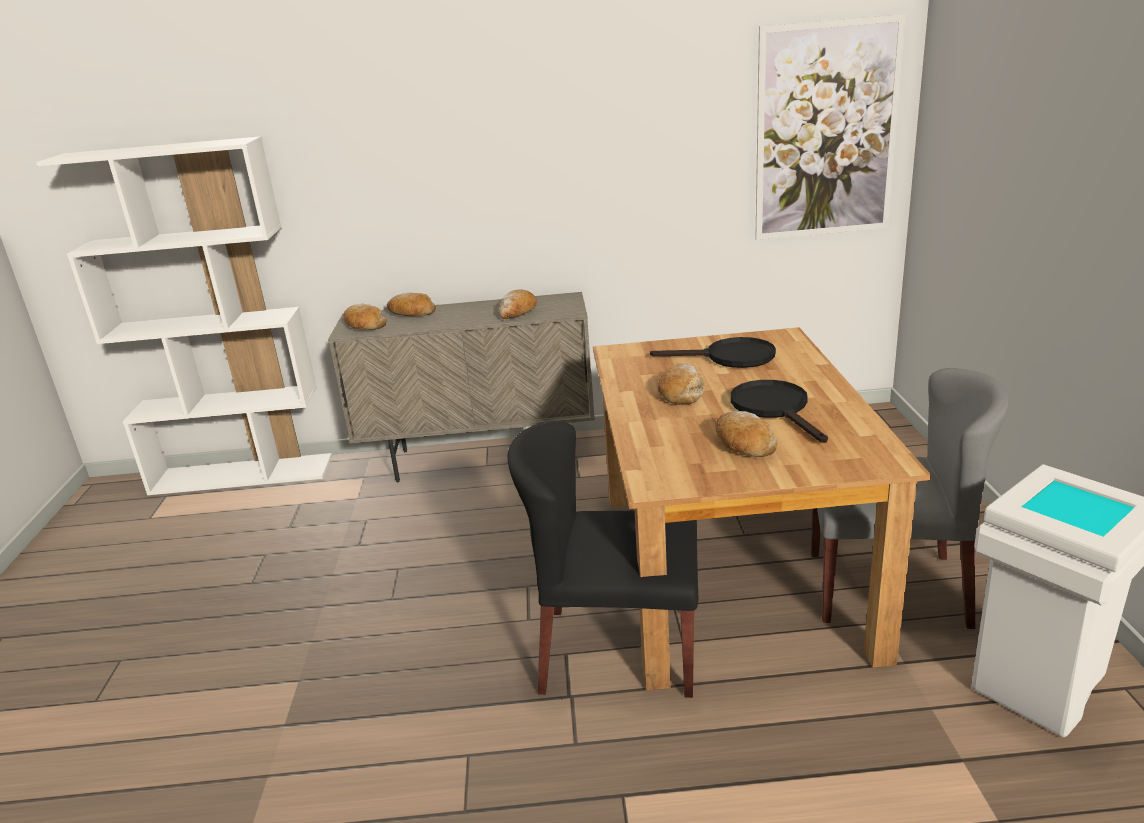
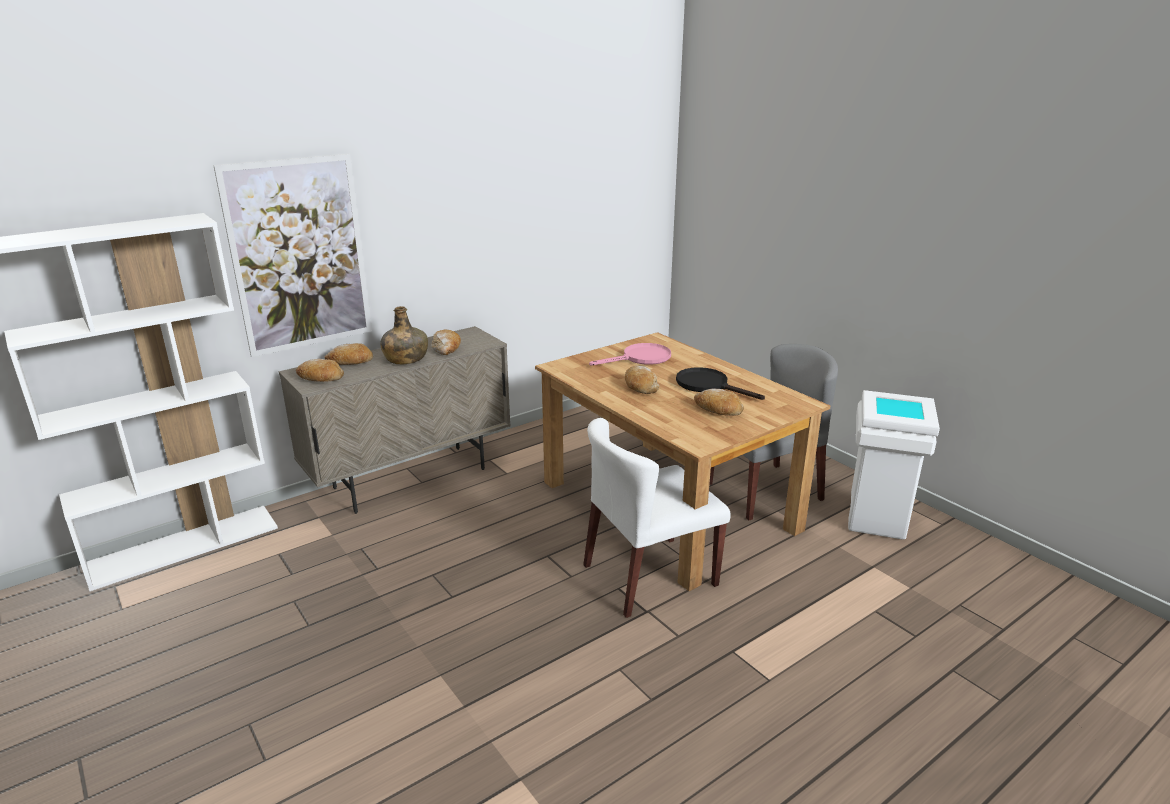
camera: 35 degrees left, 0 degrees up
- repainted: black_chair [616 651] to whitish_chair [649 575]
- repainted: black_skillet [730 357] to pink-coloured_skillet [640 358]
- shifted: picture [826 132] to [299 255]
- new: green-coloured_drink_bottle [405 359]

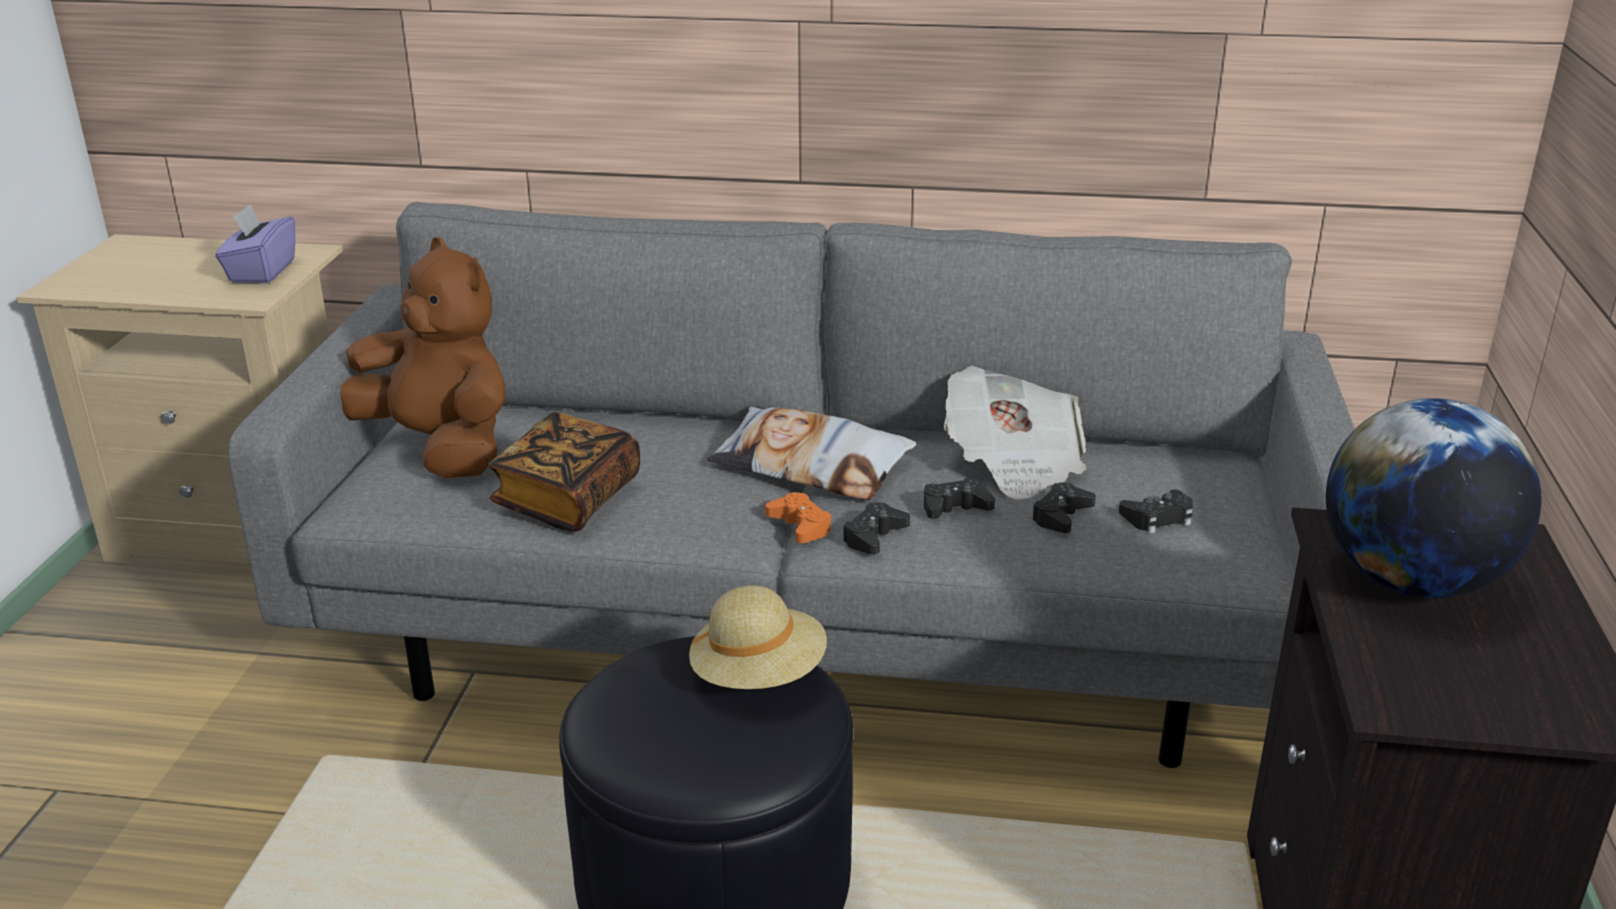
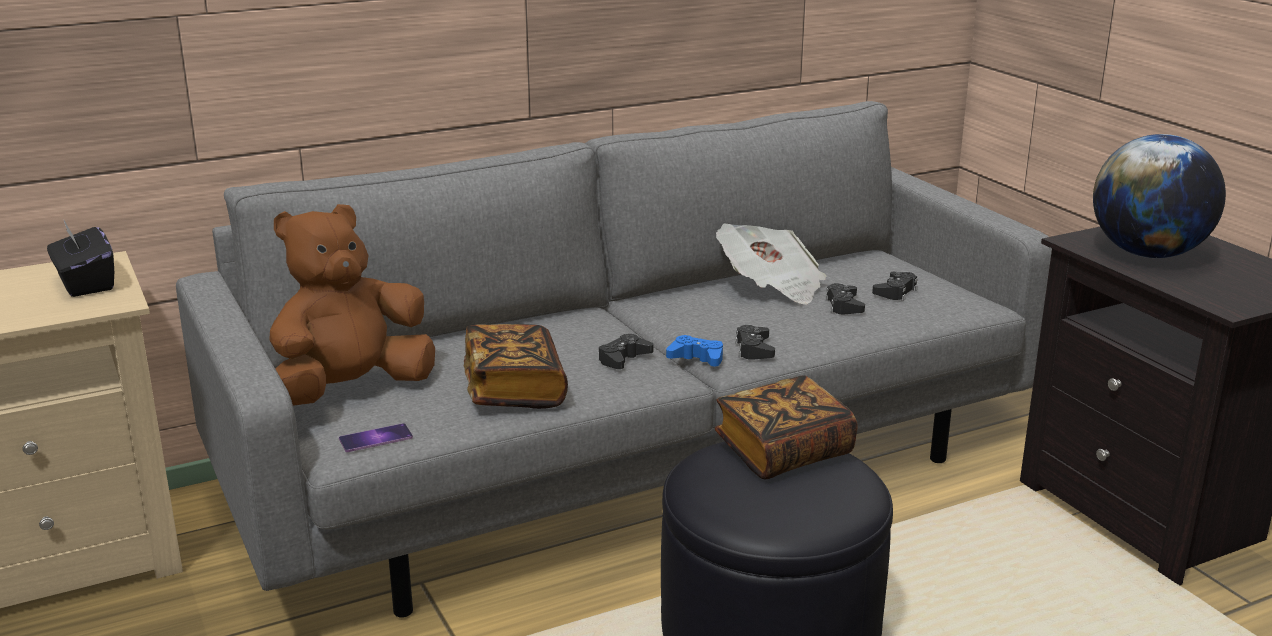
camera: 35 degrees left, 5 degrees down
- repainted: purplish_box_of_tissues [261 271] to black_box_of_tissues [85 283]
- rotated: brown-coloured_cuddly_toy [440 447] = [350 391] 45 degrees counterclockwise
- swapped: beige-coloured_hat [759 675] to book [783 452]
- gone: cushion [811 465]
- repainted: orangey_gamepad [800 526] to bluish_gamepad [697 358]
- shifted: black_gamepad [955 507] to [624 358]
- new: telephone [376 438]

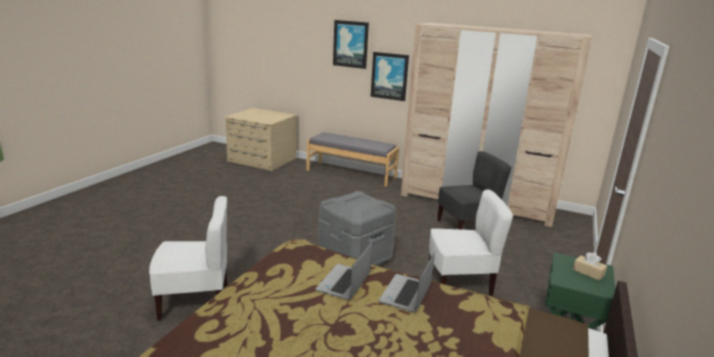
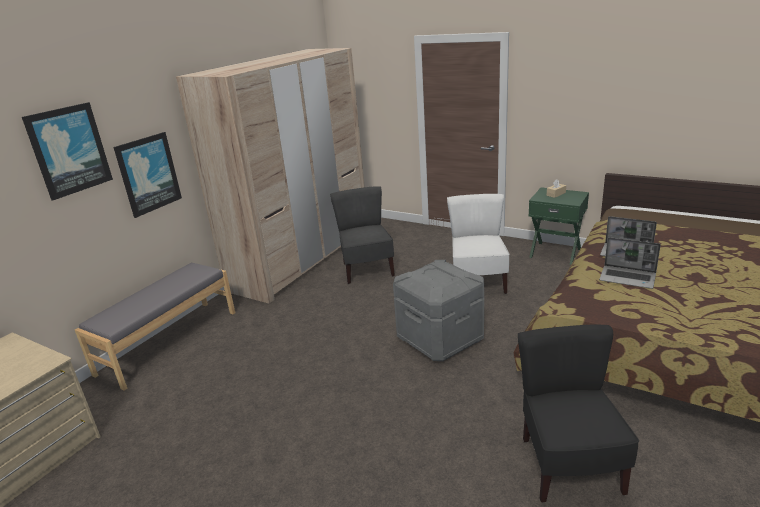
camera: 80 degrees left, 5 degrees up
- repainted: whitish_chair [195 300] to black_chair [568 465]

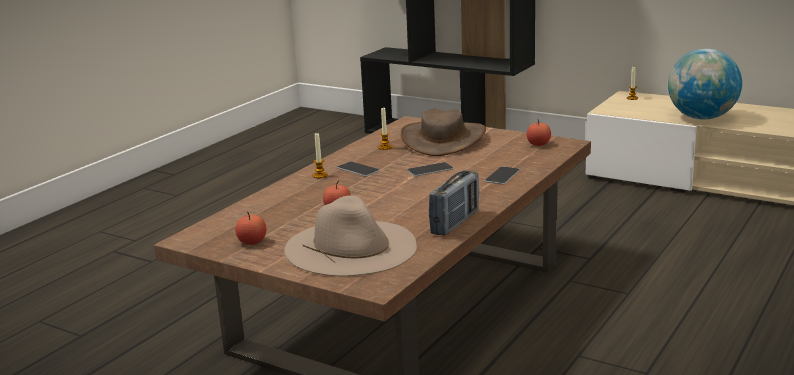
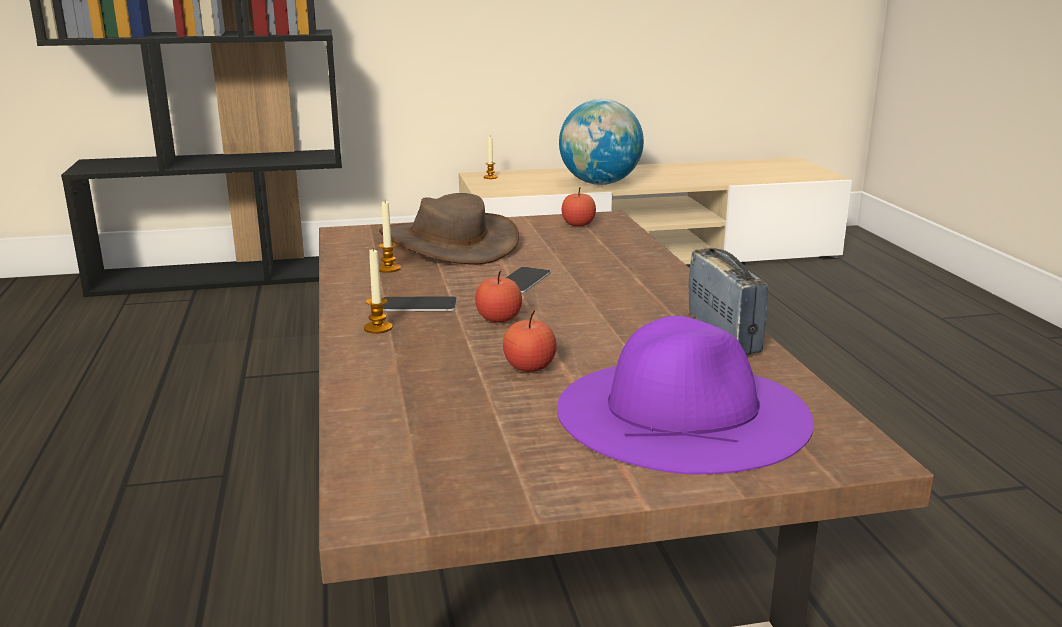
camera: 45 degrees left, 0 degrees up
- shifted: apple_fruit [252 242] to [498 319]
- repainted: beige-coloured_hat [351 247] to purplish_hat [682 411]
- gone: telephone [502 176]

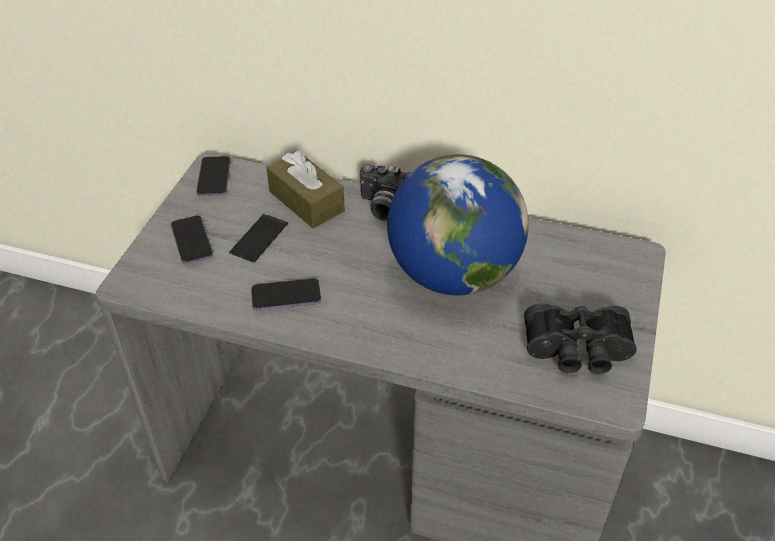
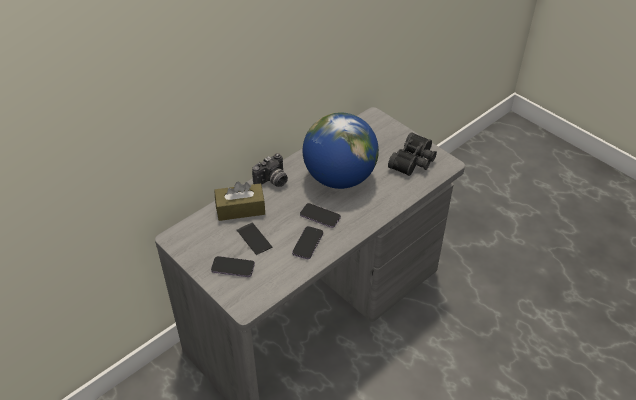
camera: 60 degrees left, 0 degrees up
- shifted: telephone [214 178] to [320 216]

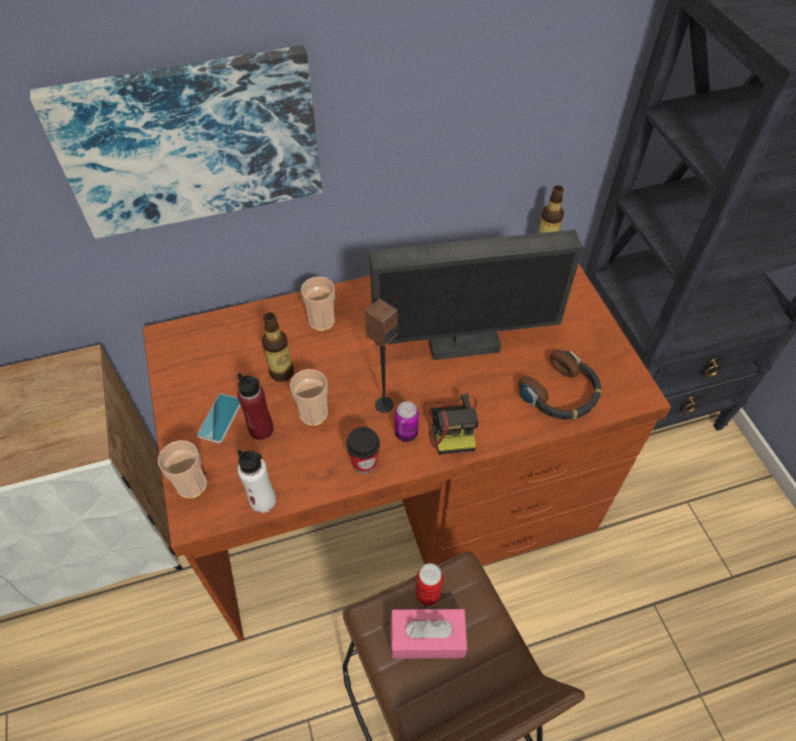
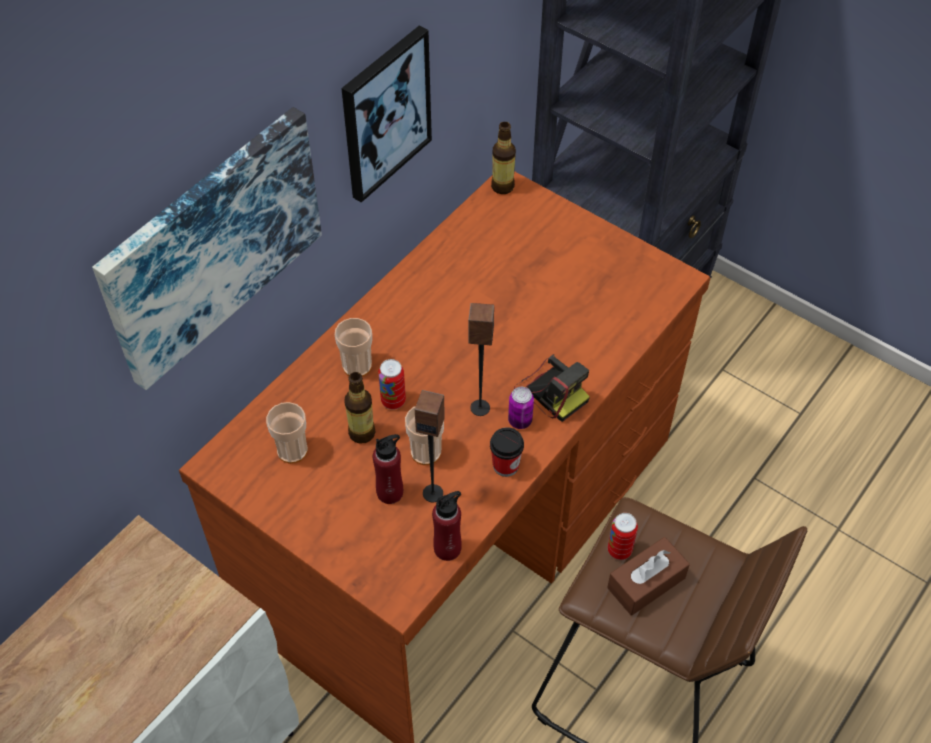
camera: 35 degrees left, 0 degrees up
- shifted: small_cup [192 485] to [292 450]
- gone: telephone [220 418]
- repainted: whitish_drink_bottle [263 500] to reddish_drink_bottle [447 548]
- gone: computer_display [463 345]
- repainted: pink-coloured_box_of_tissues [427 638] to brown-coloured_box_of_tissues [646 583]
- gone: headphones [561 394]
- new: picture [385 113]
- new: sealed_can [393 401]
- new: speaker [433 493]

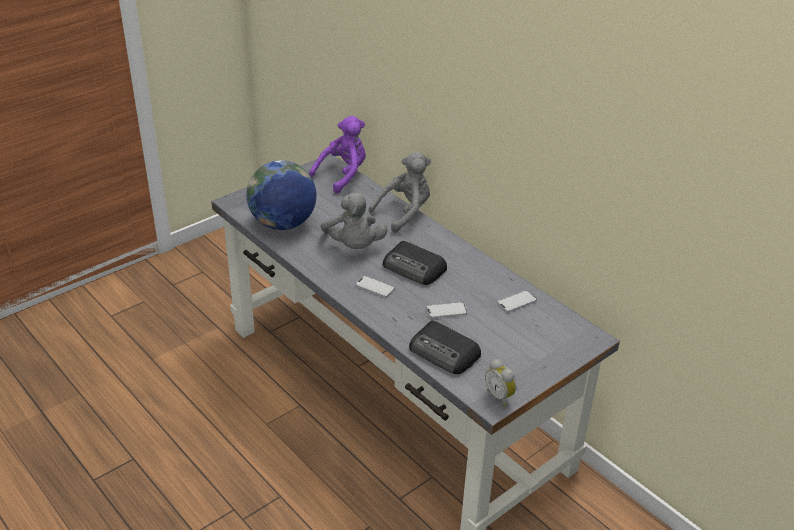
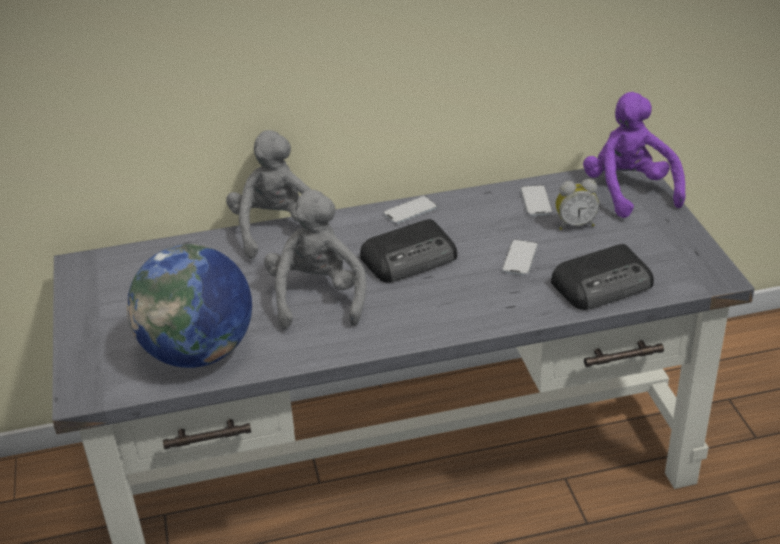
camera: 60 degrees left, 0 degrees up
- shifted: purplish_cuddly_toy [343 175] to [629 191]
- rotated: greyish_cuddly_toy [354 246] = [318 297] 105 degrees counterclockwise
- shifted: telephone [375 287] to [410 211]
- shifted: table_clock [500 396] to [575 224]

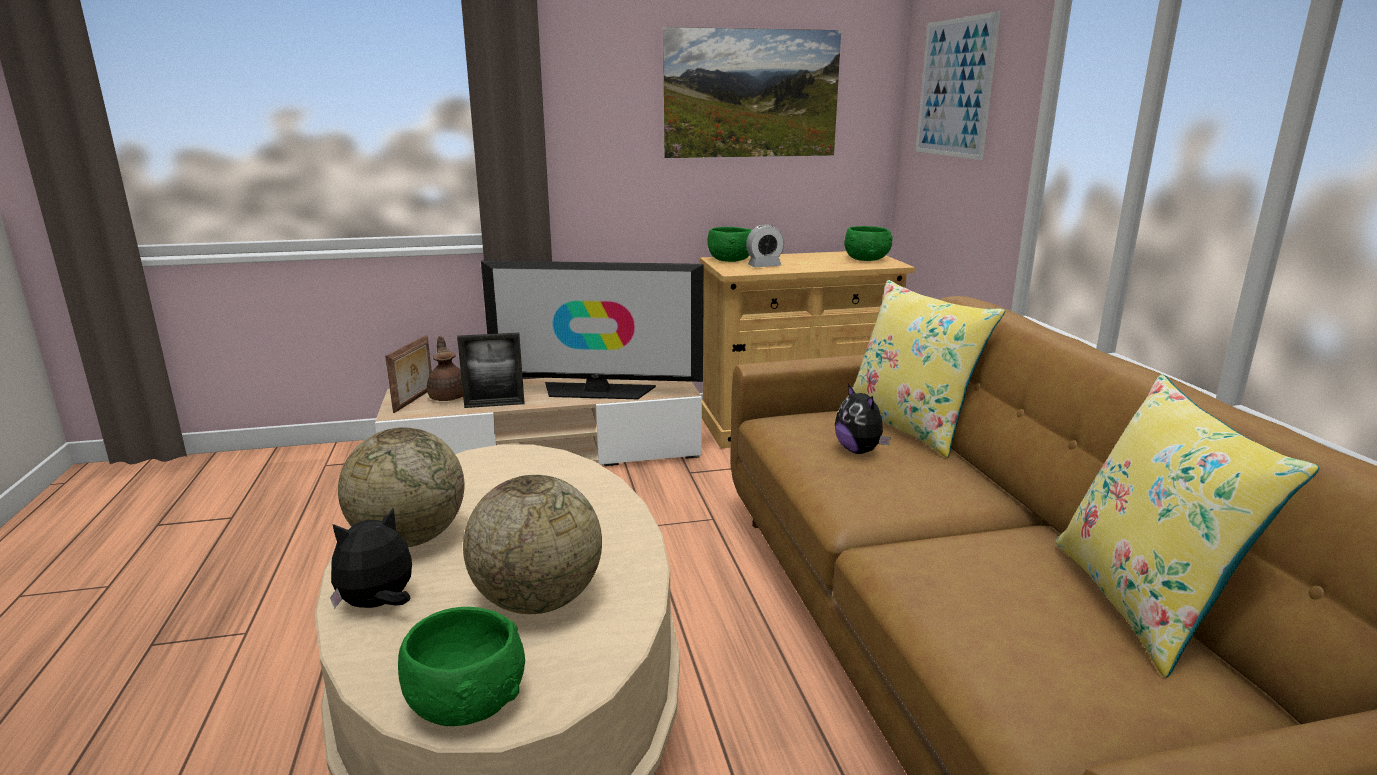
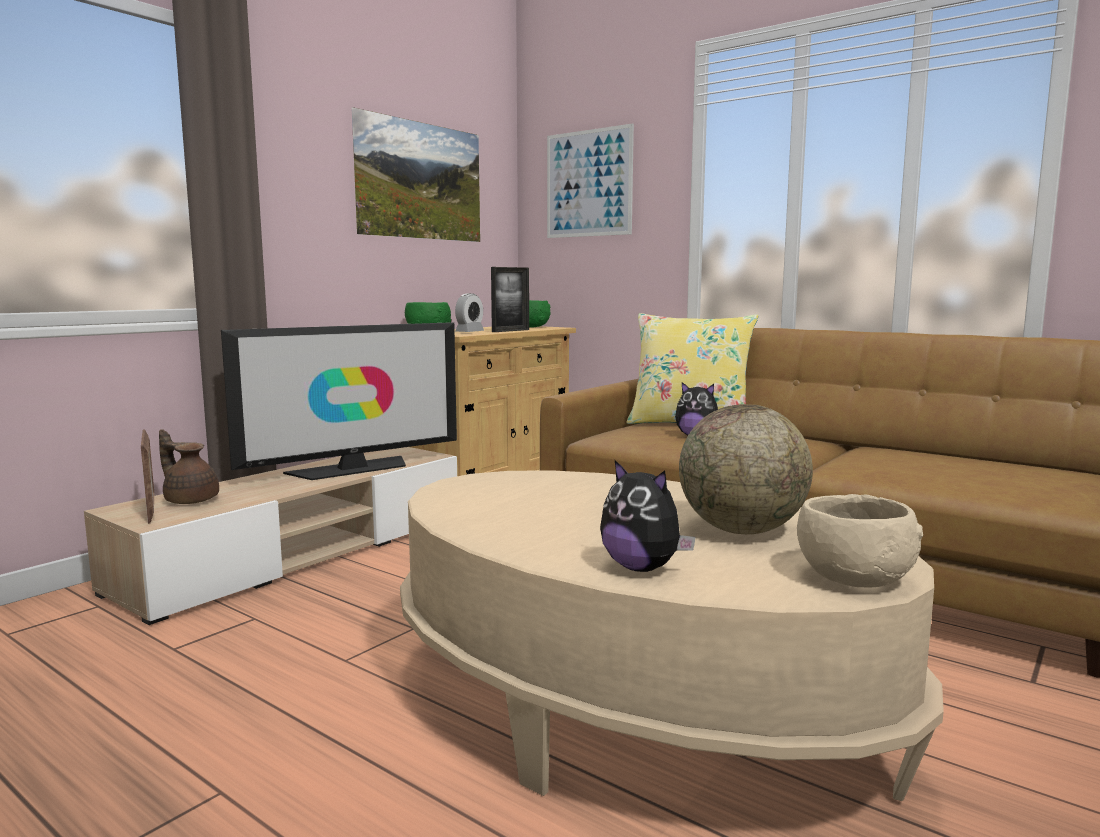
camera: 40 degrees left, 10 degrees down
- rotated: cuddly_toy [378 605] = [642 567] 60 degrees counterclockwise
- gone: world_globe [409 539]
- repainted: green-coloured_serving_bowl [467 700] to beige-coloured_serving_bowl [852 577]
- shifted: standing_frame [494 405] to [510 331]
- gone: yellowish_cushion [1142 602]

